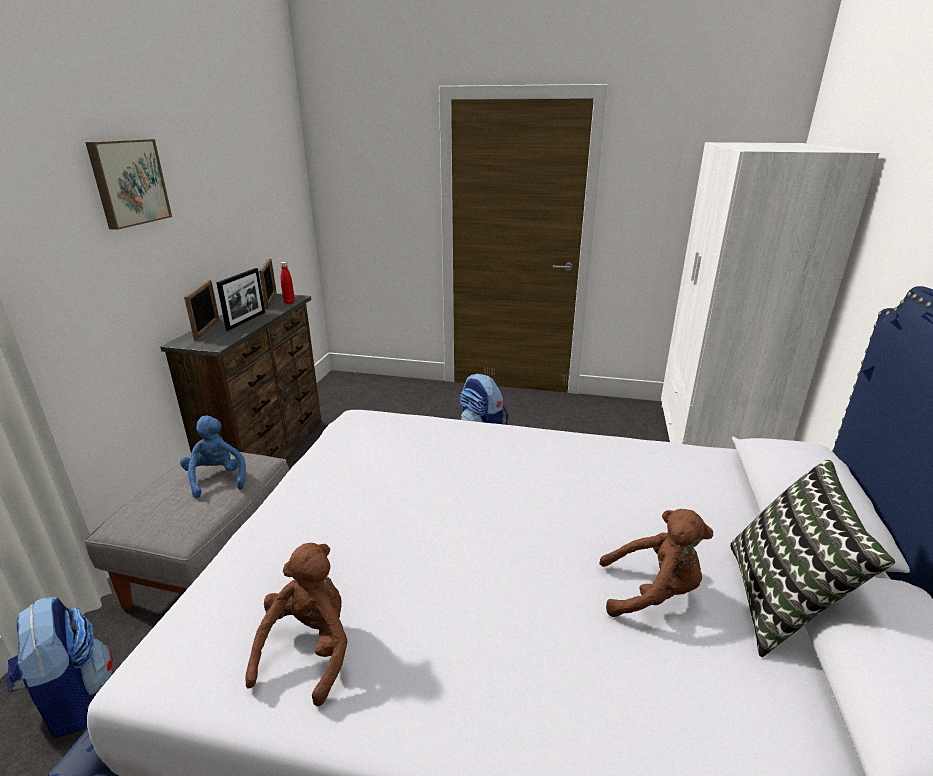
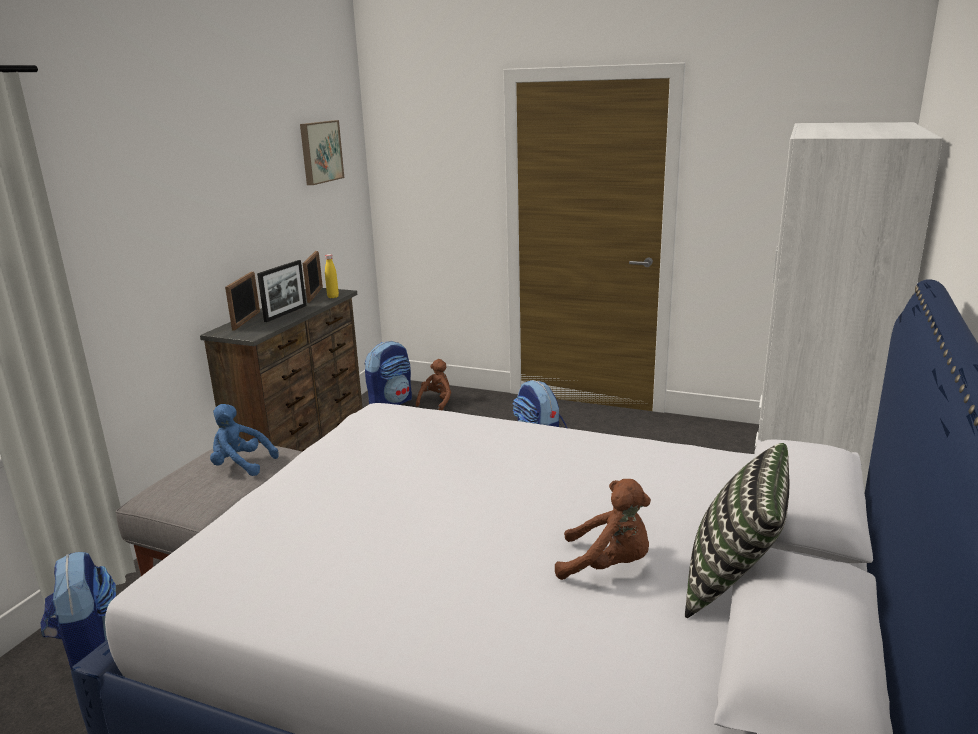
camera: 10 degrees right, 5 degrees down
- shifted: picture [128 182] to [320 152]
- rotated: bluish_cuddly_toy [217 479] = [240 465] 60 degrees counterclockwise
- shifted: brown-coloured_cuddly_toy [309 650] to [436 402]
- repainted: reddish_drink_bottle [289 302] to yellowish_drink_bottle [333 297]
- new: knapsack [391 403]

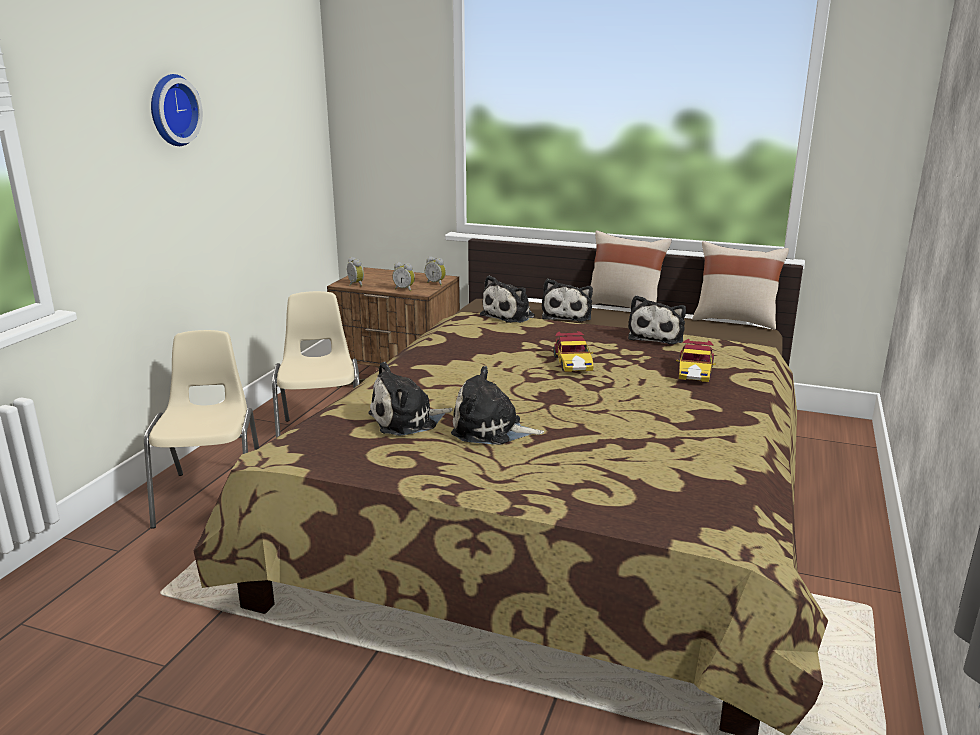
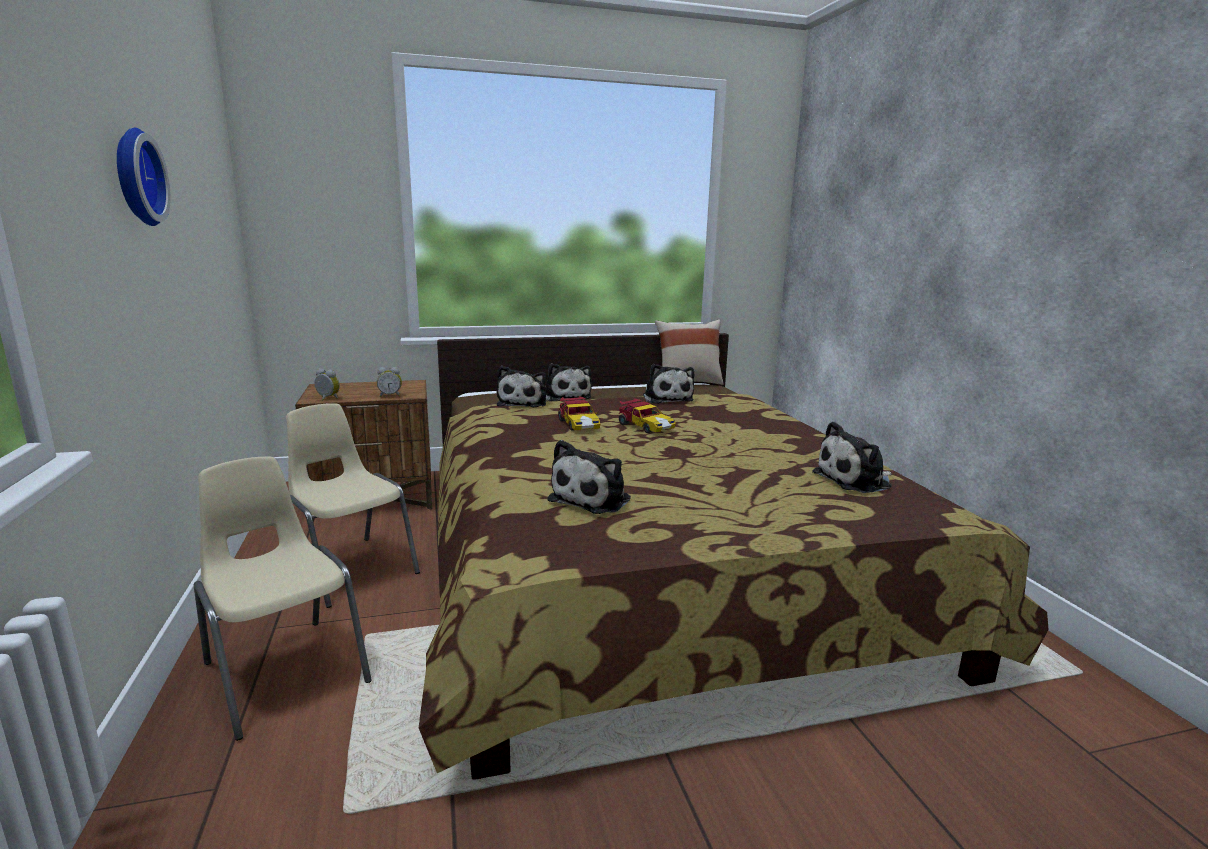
camera: 35 degrees left, 5 degrees down
- gone: table_clock [436 283]
- shifted: cuddly_toy [491 430] to [855 480]
- gone: beige-coloured_cushion [624 307]
- shifted: model_car [694 372] to [578 424]

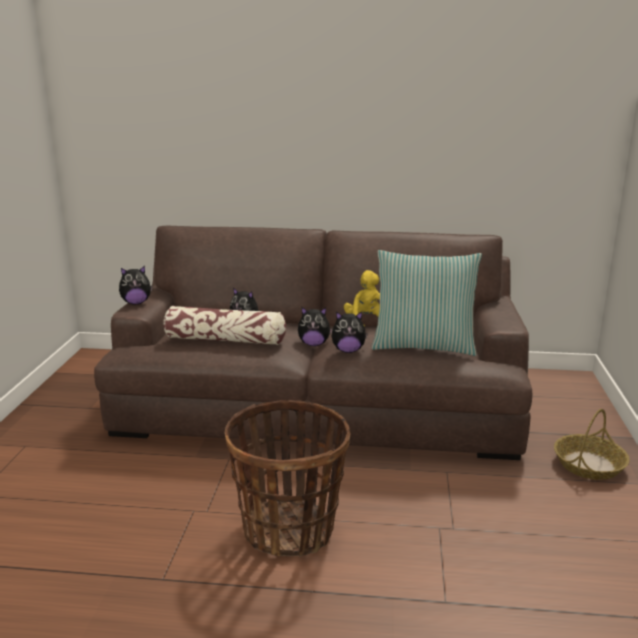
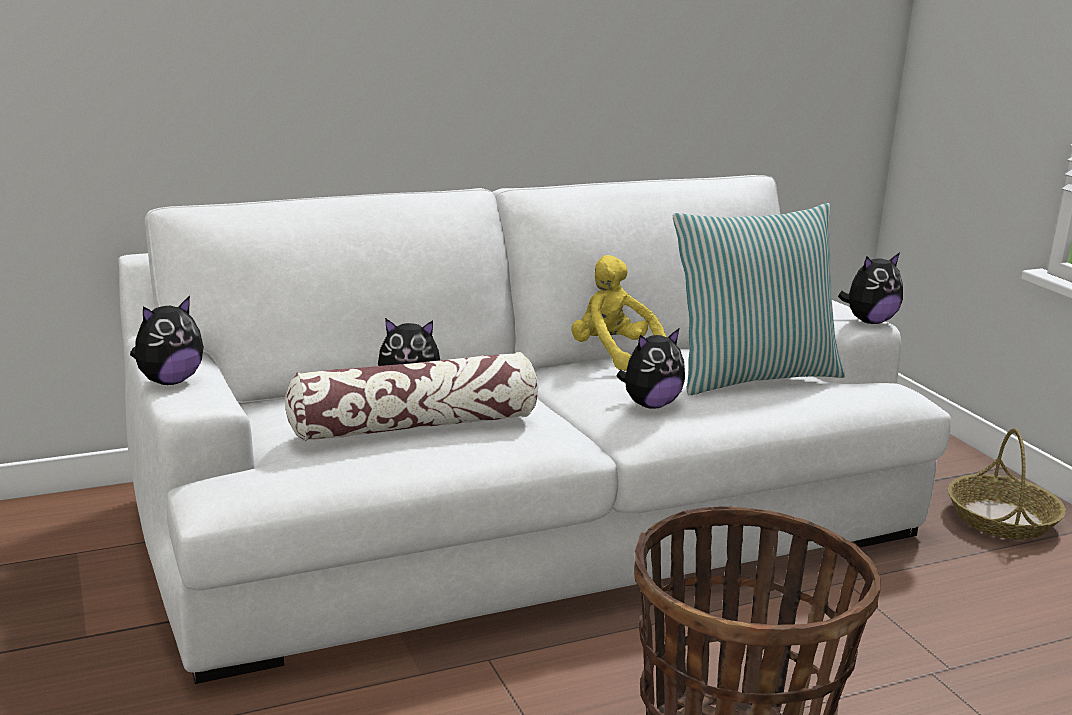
camera: 30 degrees left, 0 degrees up
- repainted: brown-coloured_settee [319 401] to whitish_settee [529 513]
- shifted: cuddly_toy [314 344] to [869 321]

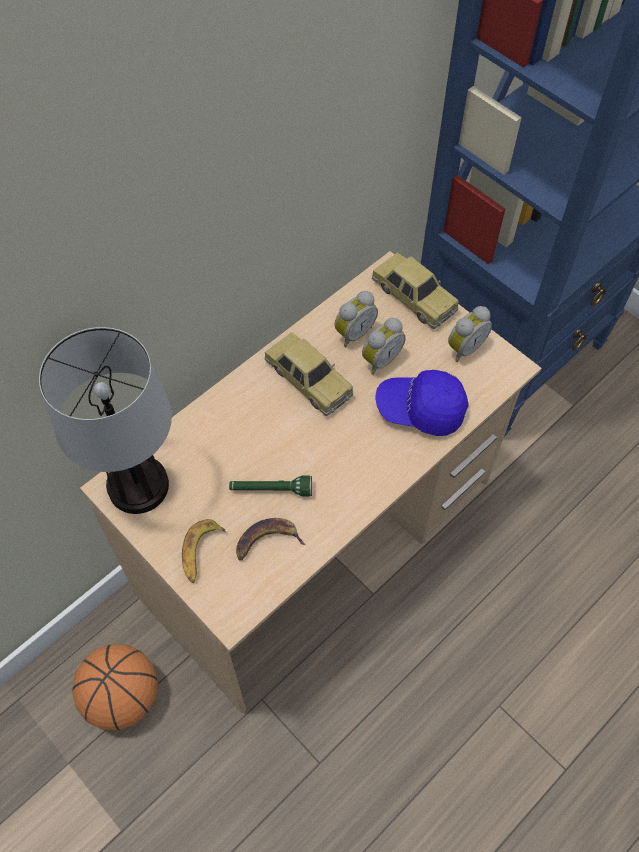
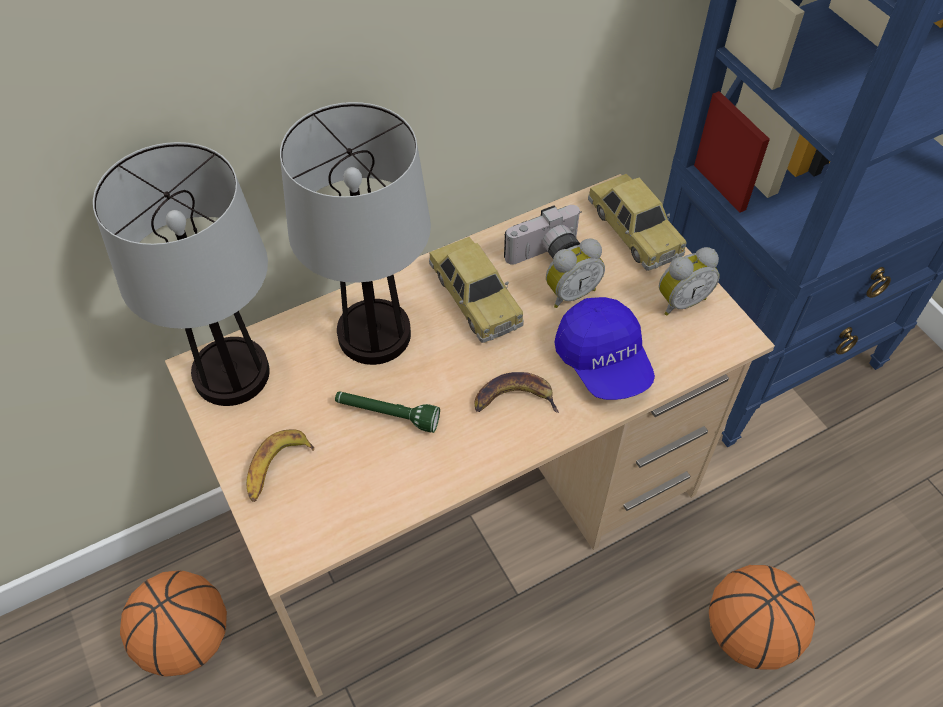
camera: 15 degrees right, 5 degrees down
- shifted: banana [267 541] to [514 399]
- swapped: table_clock [353 333] to still_camera [547 255]
- rotated: bluish_cap [421 410] = [603 362] 135 degrees counterclockwise
- new: lamp_for_a_table [375 336]
- new: ball_for_basketball [748 633]

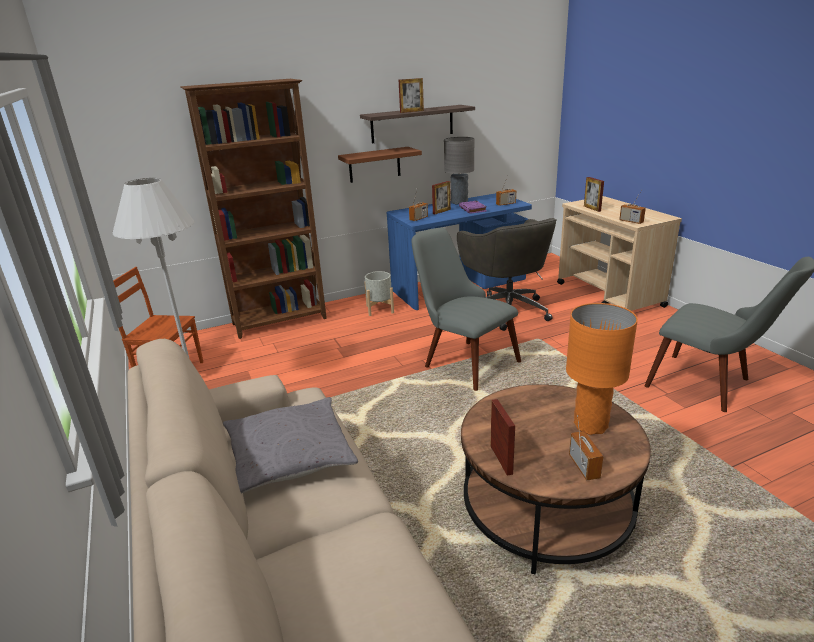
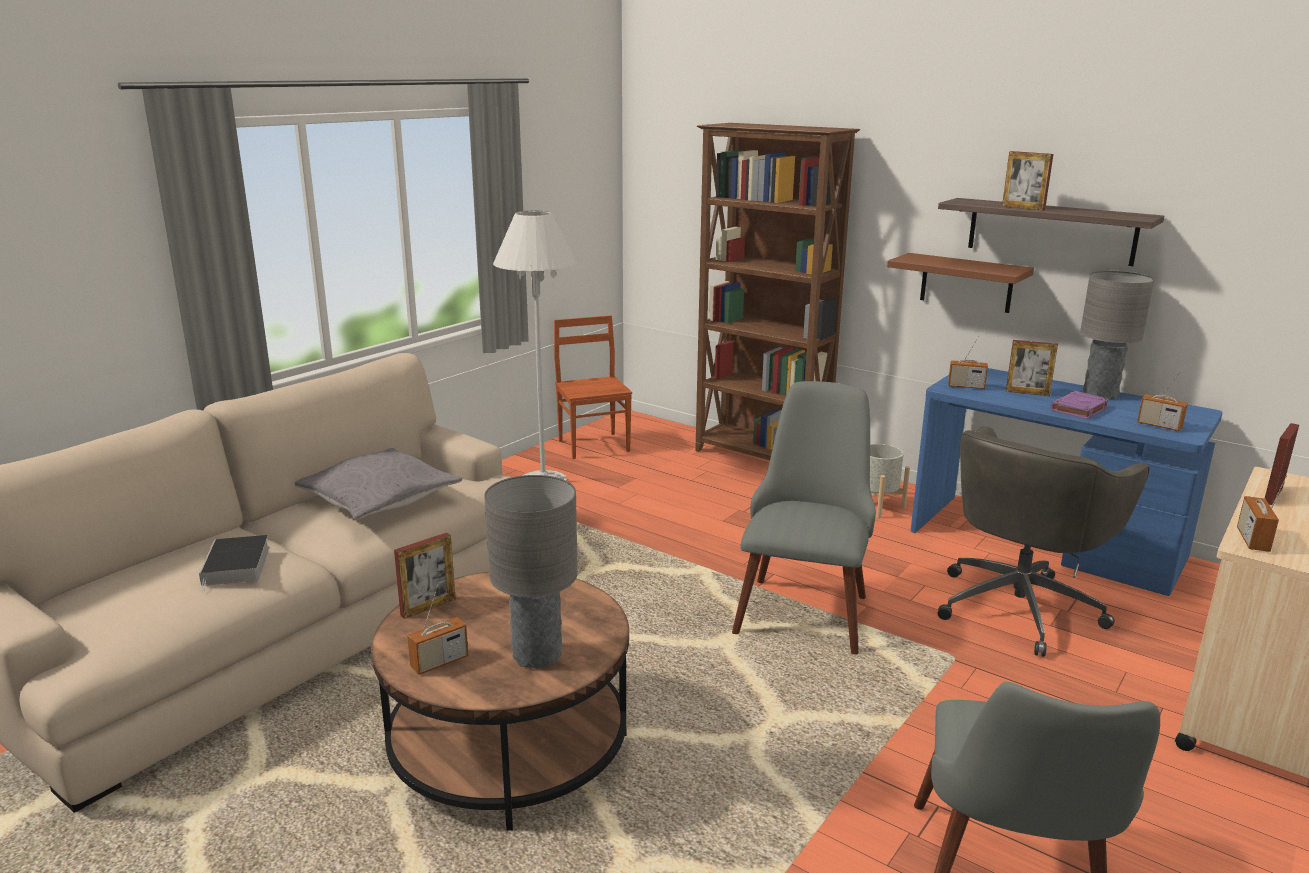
camera: 60 degrees right, 5 degrees down
- repainted: orangey_lamp_for_a_table [590 425] to greyish_lamp_for_a_table [538 655]
- new: book [236 566]

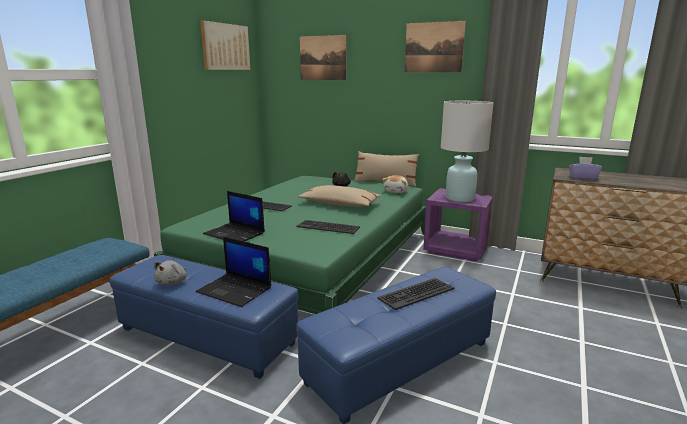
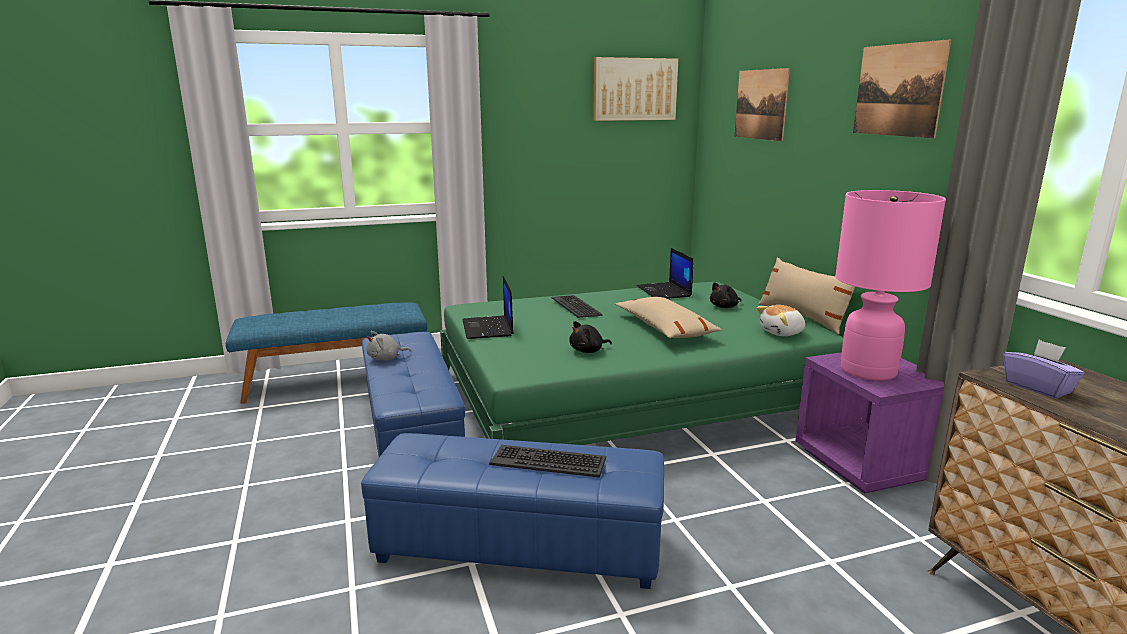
camera: 45 degrees right, 0 degrees up
- shifted: notebook_computer [235 290] to [664 291]
- swapped: keyboard [328 227] to black_cuddly_toy [588 351]
- repainted: whitish_lamp_for_a_table [460 198] to pink-coloured_lamp_for_a_table [868 371]

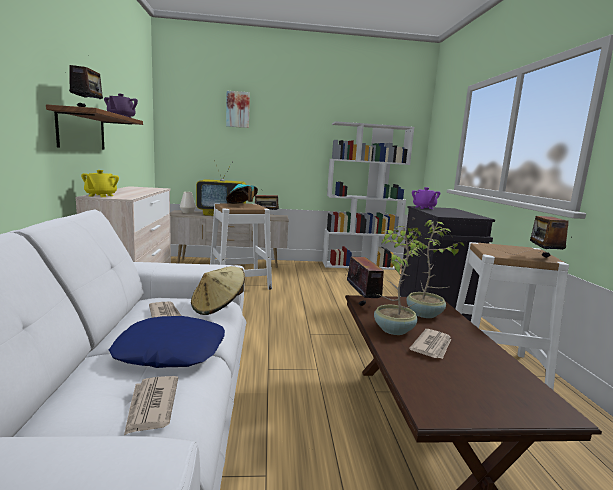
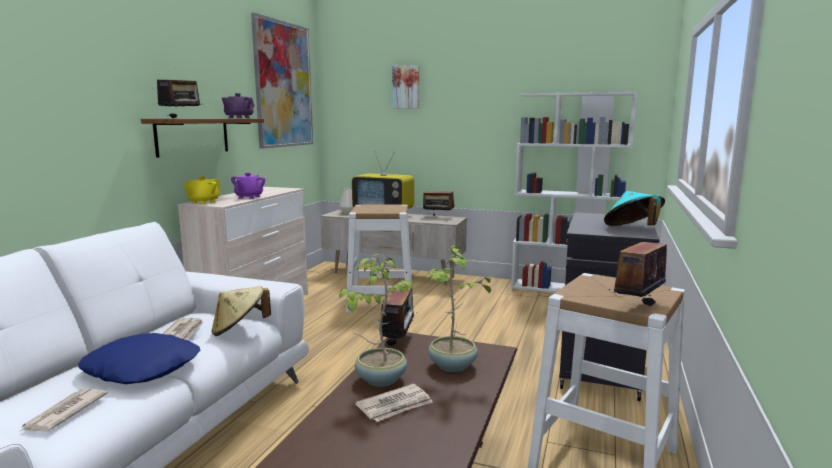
camera: 25 degrees right, 0 degrees up
- shifted: blue-green_hat [242 205] to [632 229]
- shifted: purplish_pot_for_tea [424 208] to [249 197]
- new: picture [283 85]

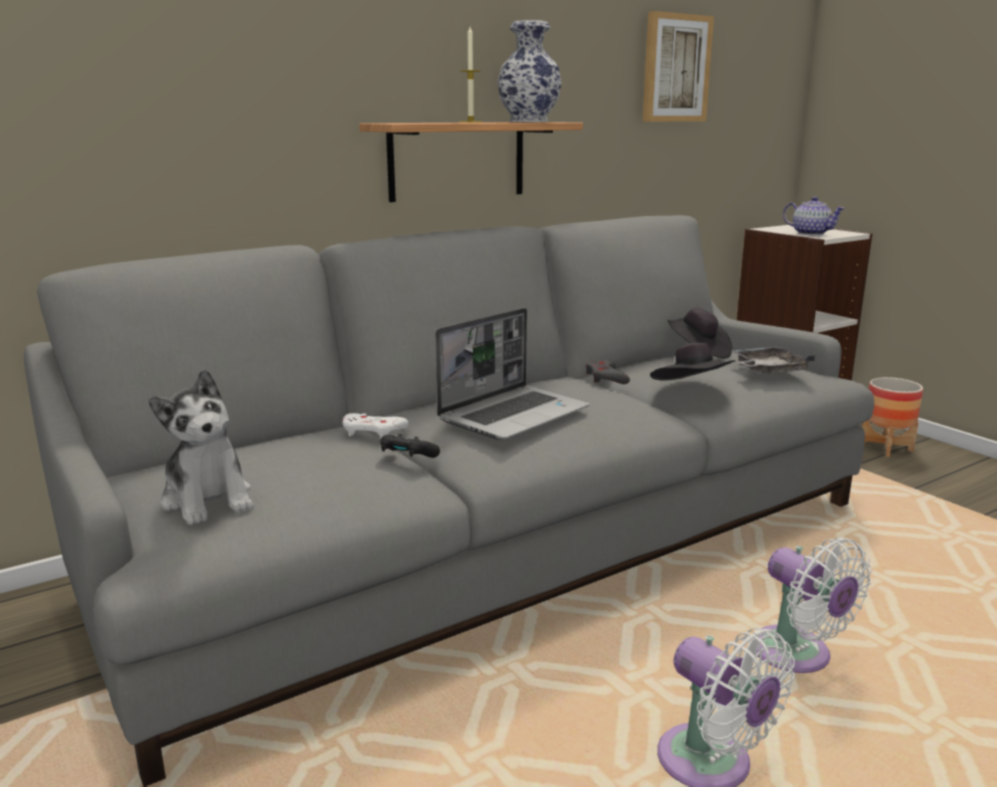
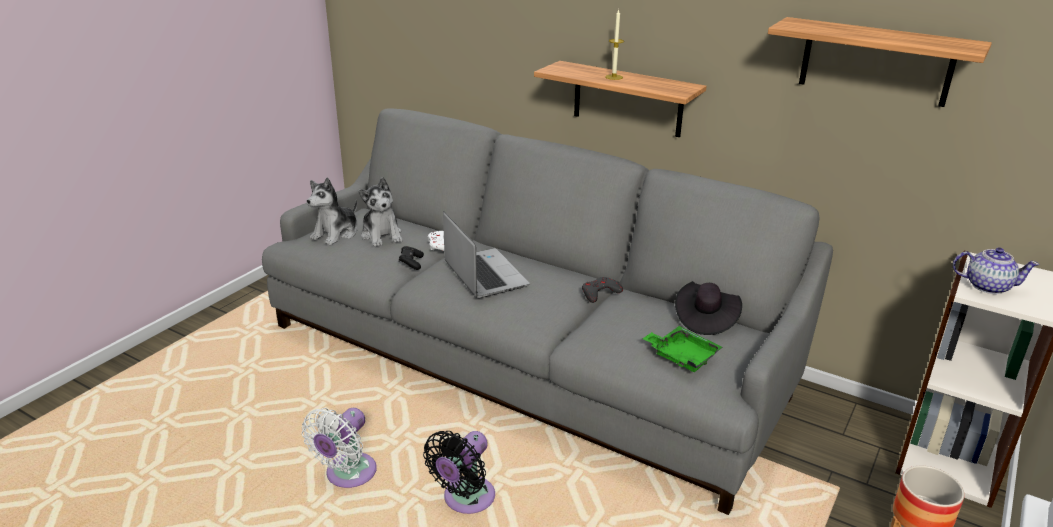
camera: 65 degrees right, 10 degrees up
- rotated: notebook_computer [514 414] = [483 274] 135 degrees counterclockwise
- gone: decorative_vase [529 121]
- swapped: picture [675 69] to wall_shelf [876 62]
- gone: black_hat [692 390]
- repainted: greyish_carrying_tray [767 370] to green-coloured_carrying_tray [682 356]
- repainted: whitish_fan [797 656] to black_fan [465 500]
- rotated: pot_for_tea [810 233] = [987 286] 90 degrees counterclockwise
- new: cuddly_toy [382 235]

